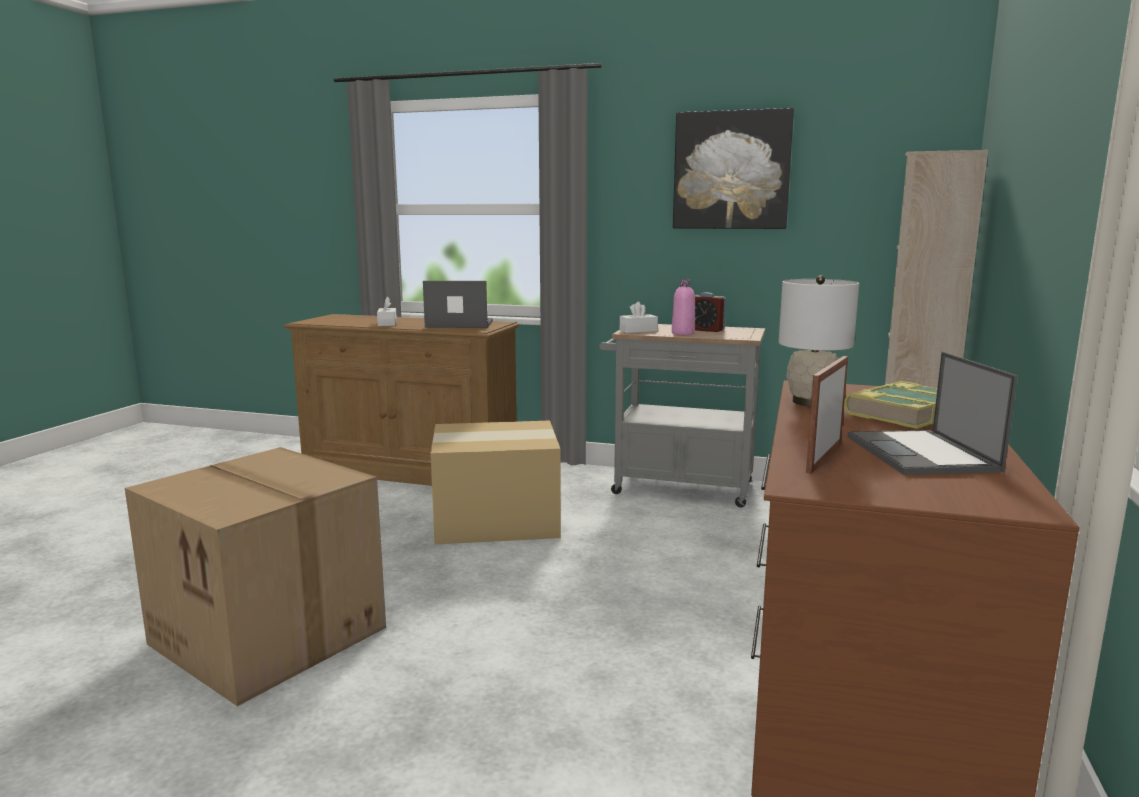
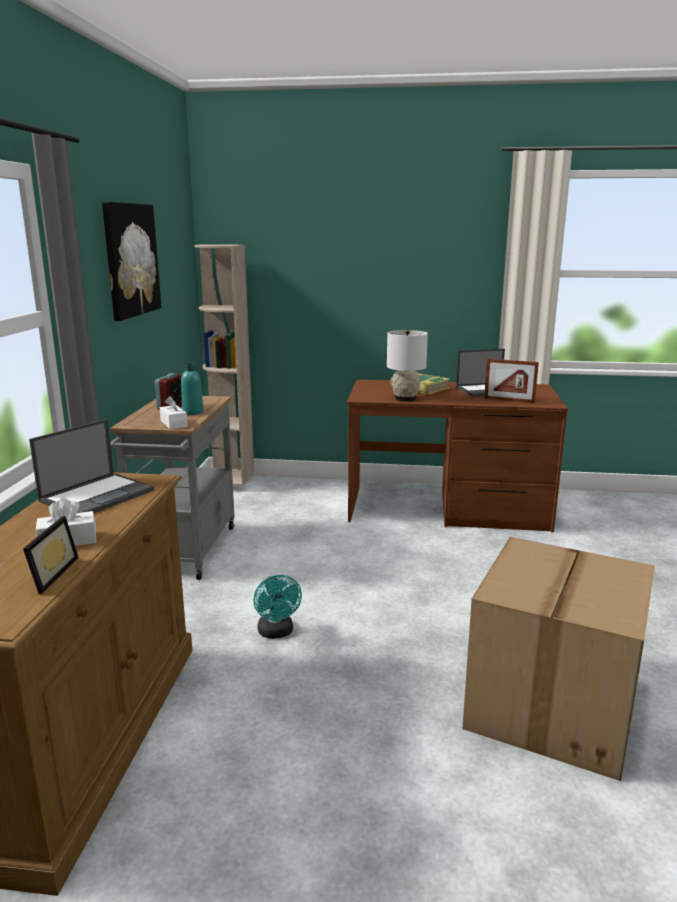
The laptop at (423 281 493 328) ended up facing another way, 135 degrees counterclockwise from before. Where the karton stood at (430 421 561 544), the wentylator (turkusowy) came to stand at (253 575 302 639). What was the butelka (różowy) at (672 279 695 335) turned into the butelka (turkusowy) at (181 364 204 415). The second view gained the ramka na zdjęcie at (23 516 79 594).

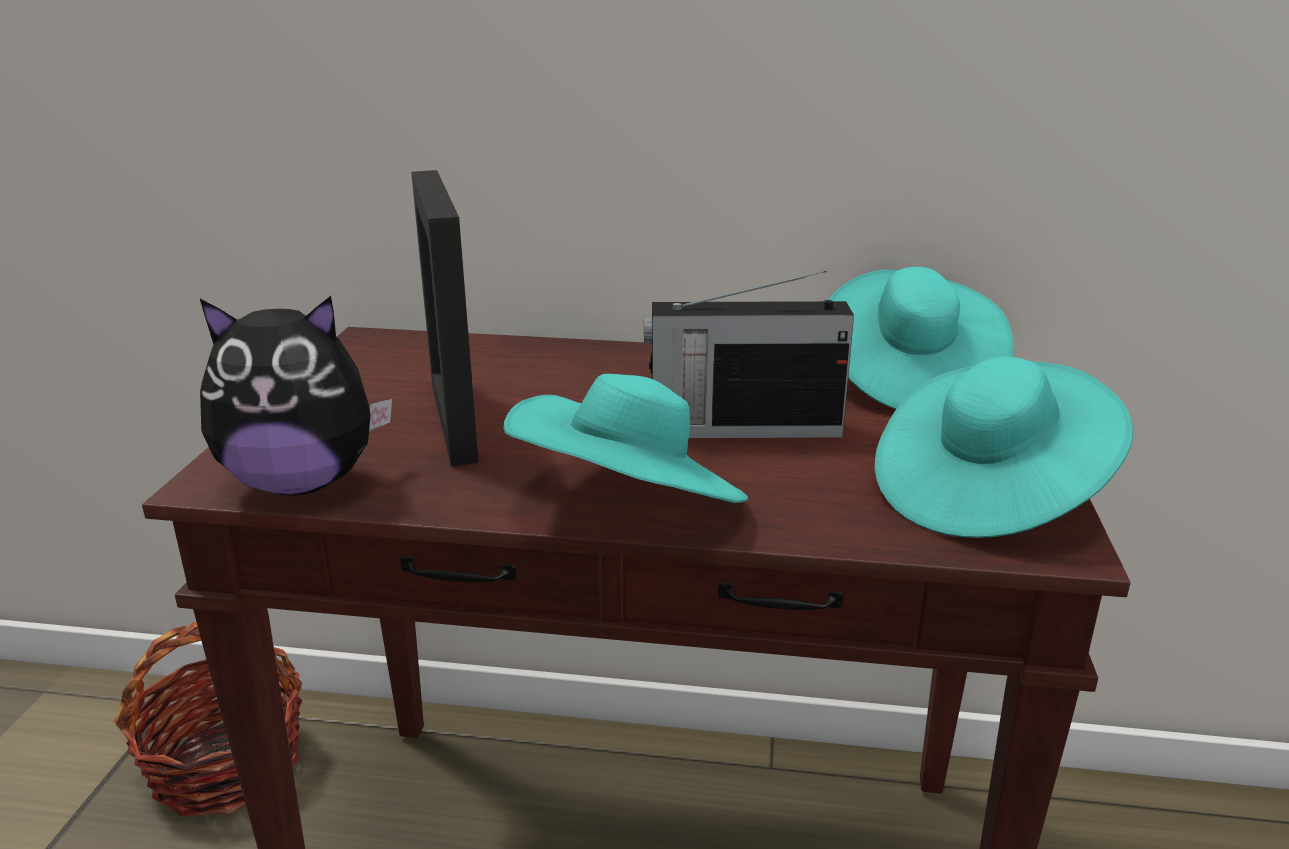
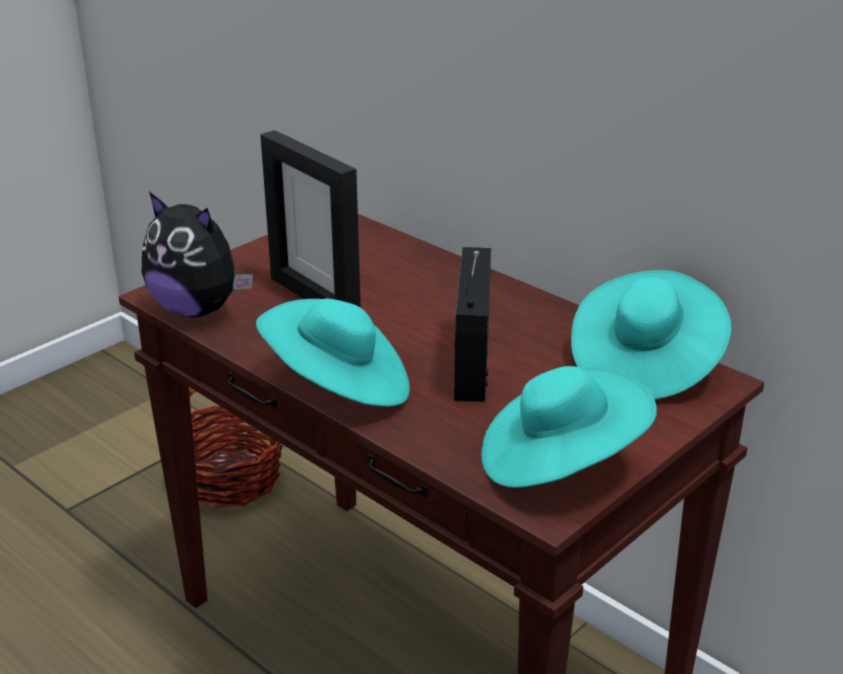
The ramka na zdjęcie at (411 170 479 466) ended up facing another way, 60 degrees counterclockwise from before. The radio at (644 271 854 438) ended up facing another way, 60 degrees clockwise from before.

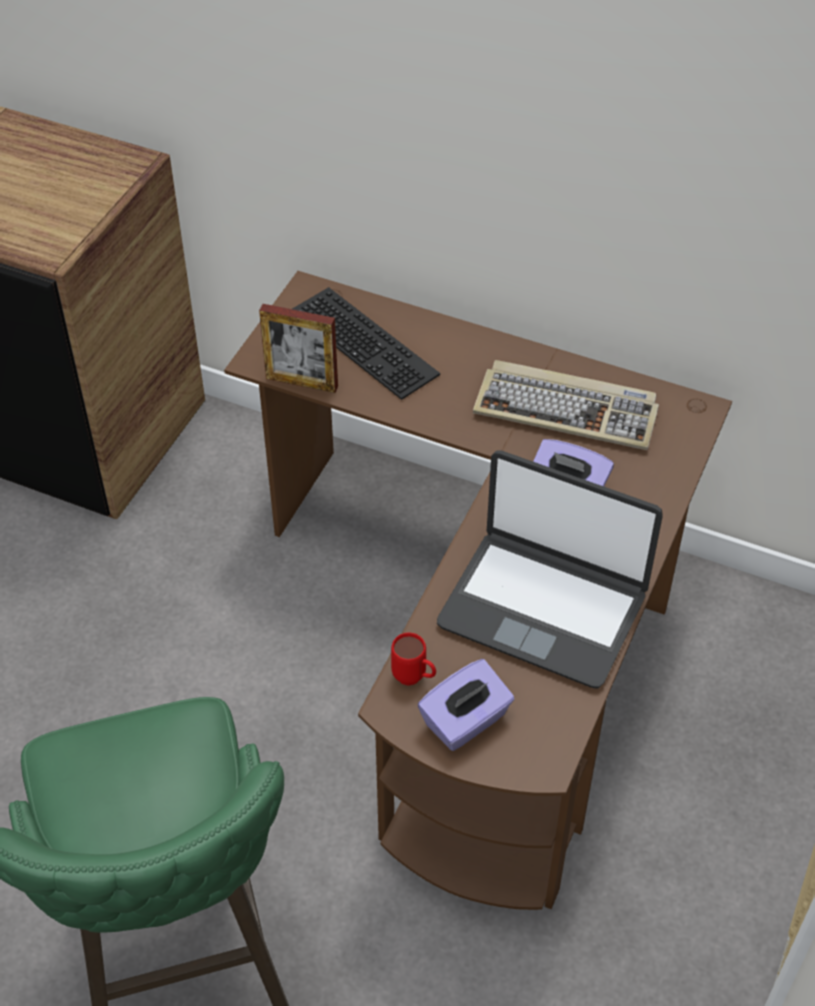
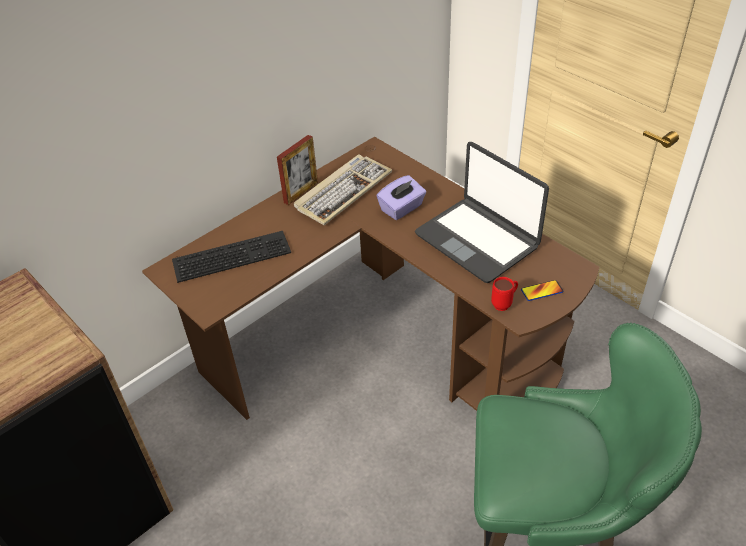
The ramka na zdjęcie ended up elsewhere, having gone from (259 304 338 393) to (277 135 318 205). Where the pudełko chusteczek (fioletowy) stood at (418 659 515 751), the telefon came to stand at (521 280 564 301). The laptop at (437 451 663 689) ended up facing another way, 90 degrees clockwise from before.

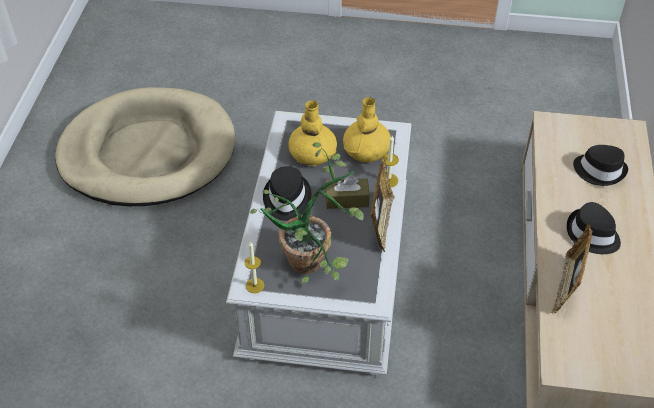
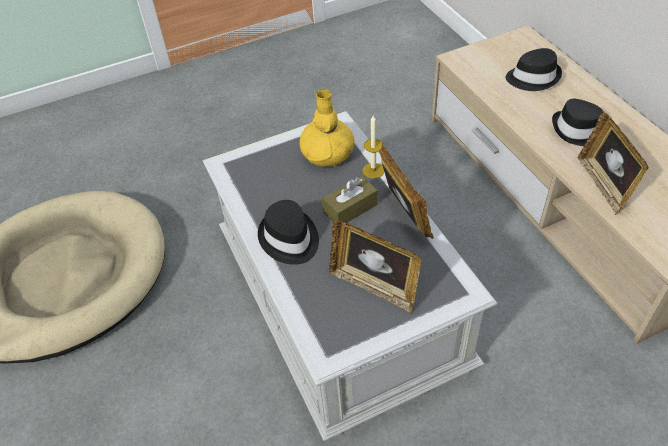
The second view lost the świeca at (244 241 265 293). Where the roślina doniczkowa stood at (250 142 364 284), the ramka na zdjęcie came to stand at (329 220 421 313). The second view lost the wazon (żółty) at (288 100 337 166).

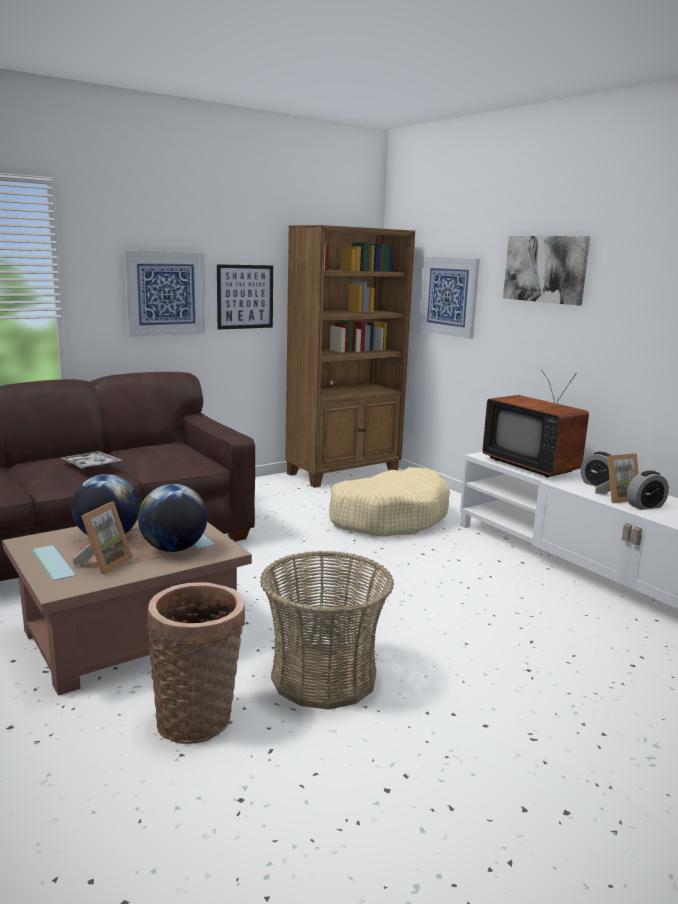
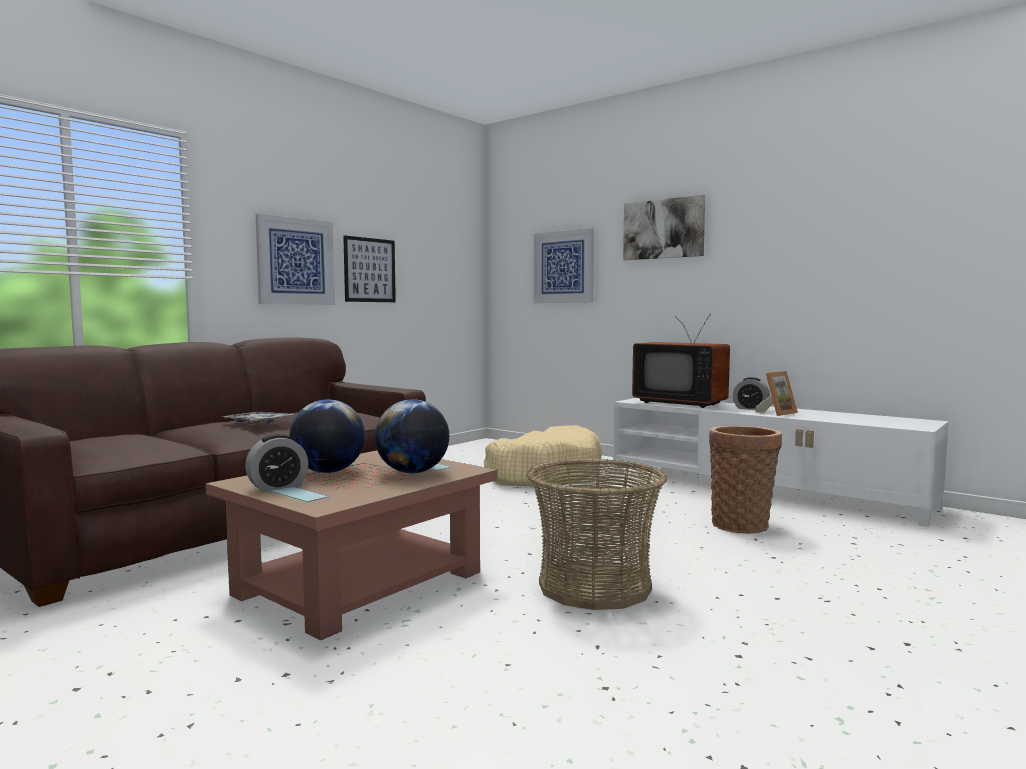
The second view lost the ramka na zdjęcie at (73 501 133 575). The koszyk ended up elsewhere, having gone from (147 582 245 744) to (709 426 782 534). The second view lost the regał (brązowy) at (285 225 415 488). The budzik ended up elsewhere, having gone from (627 470 669 510) to (245 434 309 491).

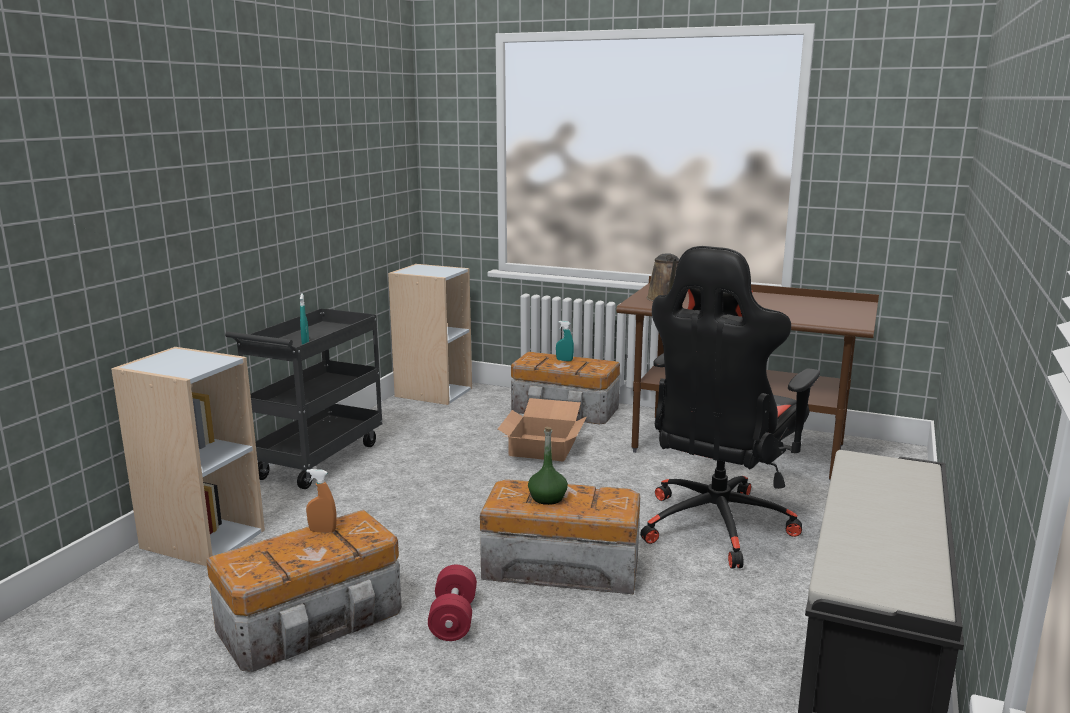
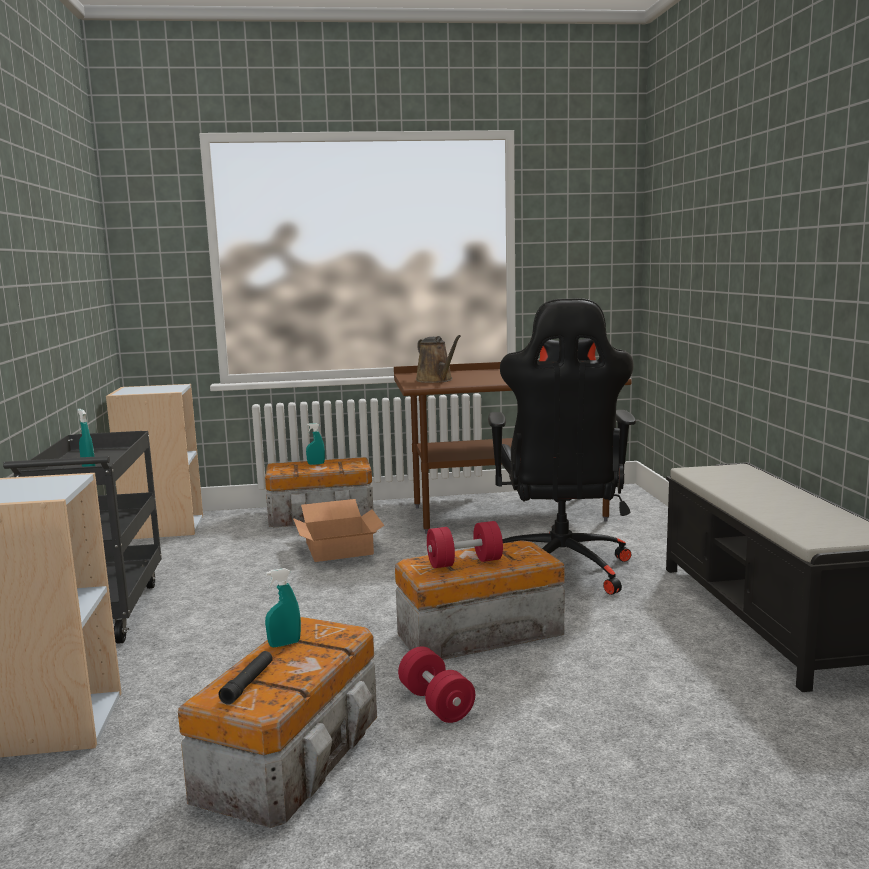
What was the spryskiwacz (pomarańczowy) at (306 469 337 532) turned into the spryskiwacz (turkusowy) at (265 568 301 647). Where the butelka (zielony) stood at (528 427 568 505), the hantel (czerwony) came to stand at (427 521 503 568). The second view gained the latarka (czarny) at (218 651 273 705).

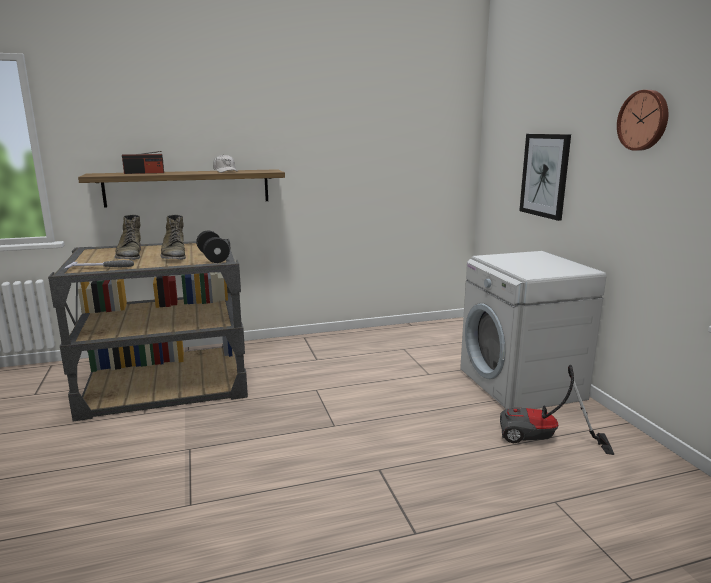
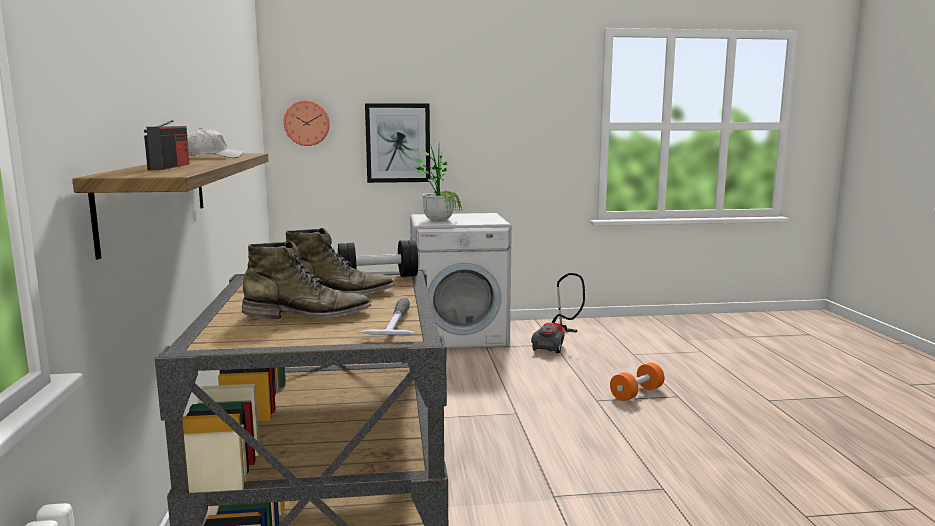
The zegar ścienny ended up elsewhere, having gone from (617 90 668 151) to (284 101 330 146). The second view gained the roślina doniczkowa at (411 138 463 221). The second view gained the hantel (pomarańczowy) at (610 362 664 401).

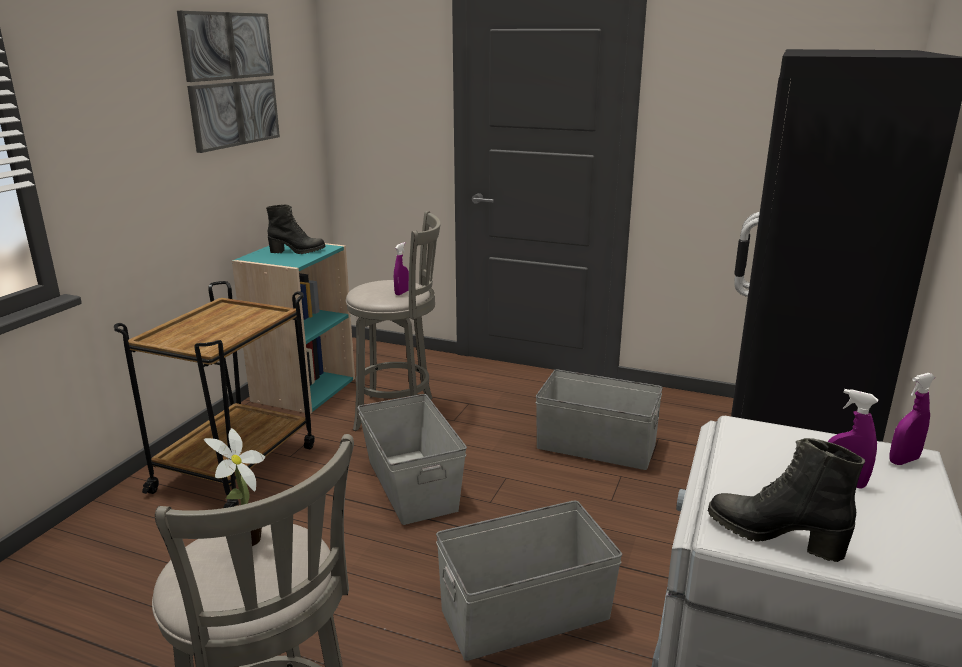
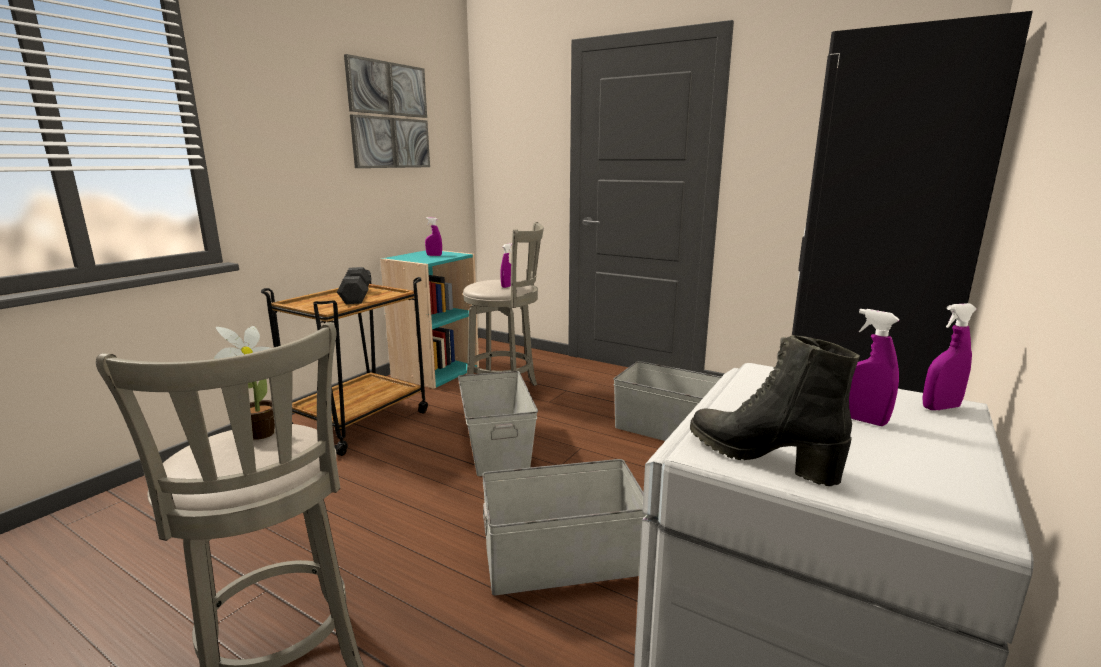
Where the but z cholewką (czarny) stood at (266 204 325 254), the spryskiwacz (fioletowy) came to stand at (425 217 442 256). The second view gained the hantel (szary) at (337 267 372 304).

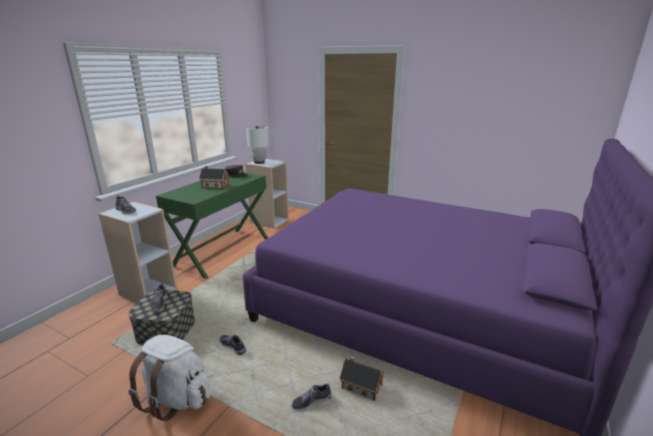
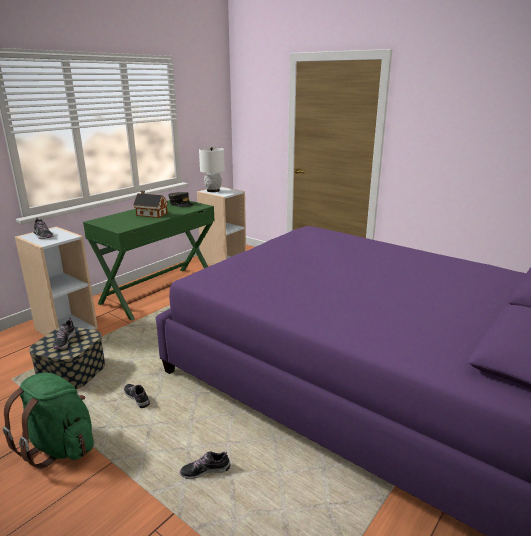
What was the plecak (biały) at (128 335 211 421) turned into the plecak (zielony) at (3 372 94 469). The second view lost the domek at (340 355 384 401).

